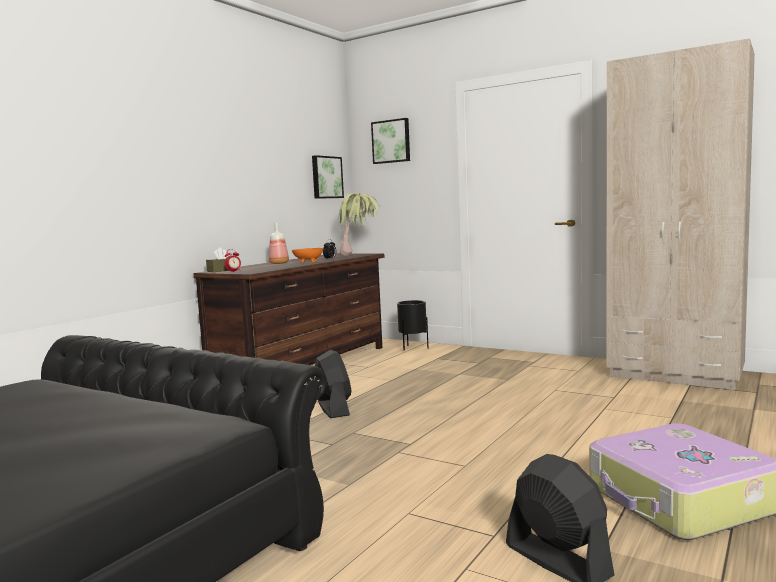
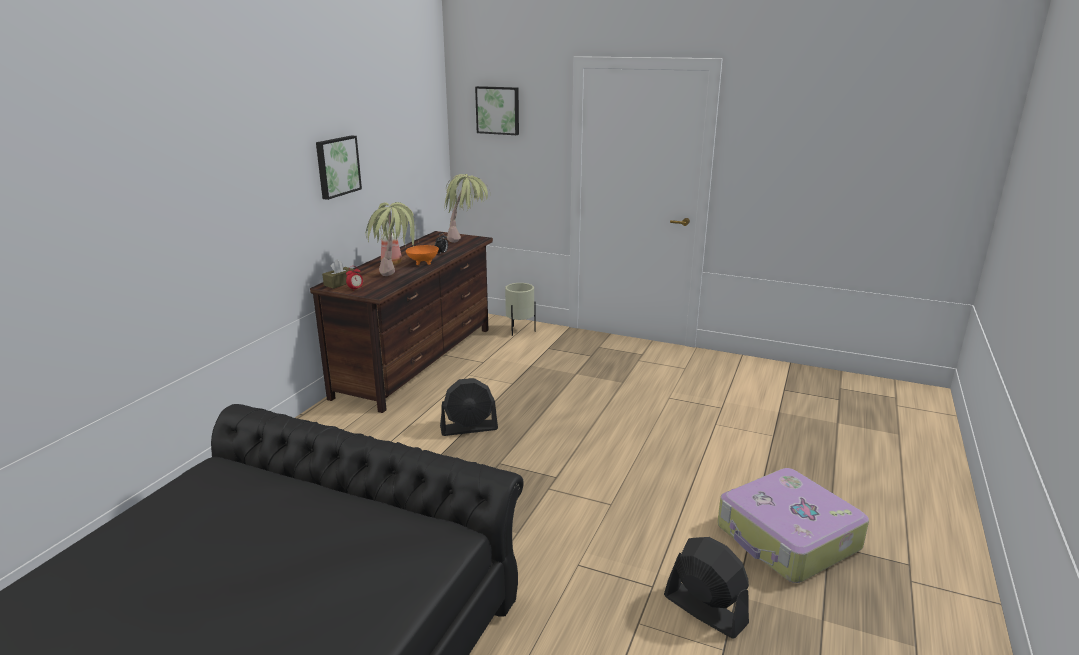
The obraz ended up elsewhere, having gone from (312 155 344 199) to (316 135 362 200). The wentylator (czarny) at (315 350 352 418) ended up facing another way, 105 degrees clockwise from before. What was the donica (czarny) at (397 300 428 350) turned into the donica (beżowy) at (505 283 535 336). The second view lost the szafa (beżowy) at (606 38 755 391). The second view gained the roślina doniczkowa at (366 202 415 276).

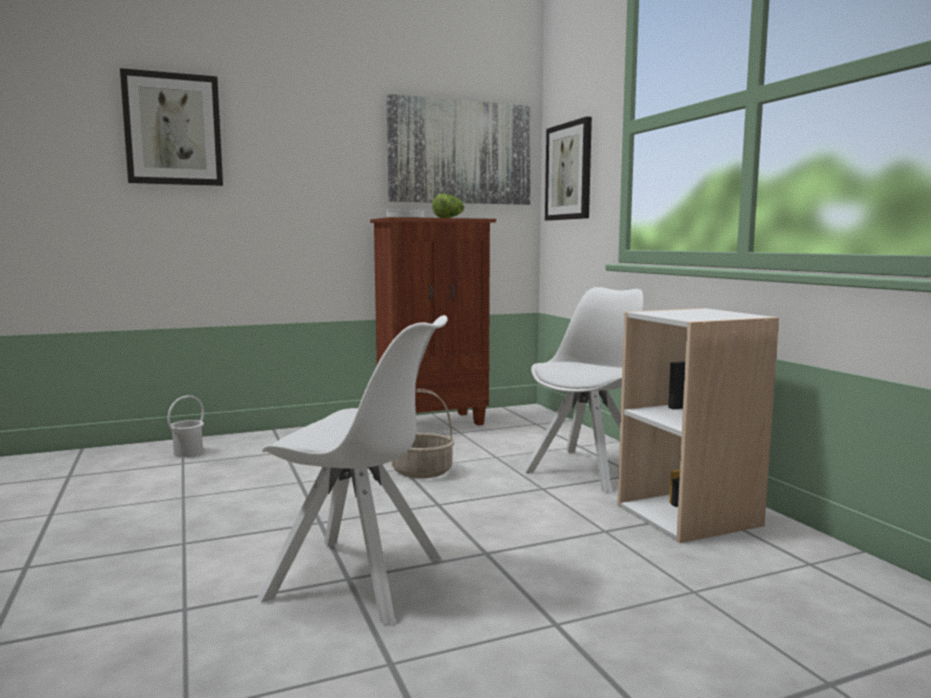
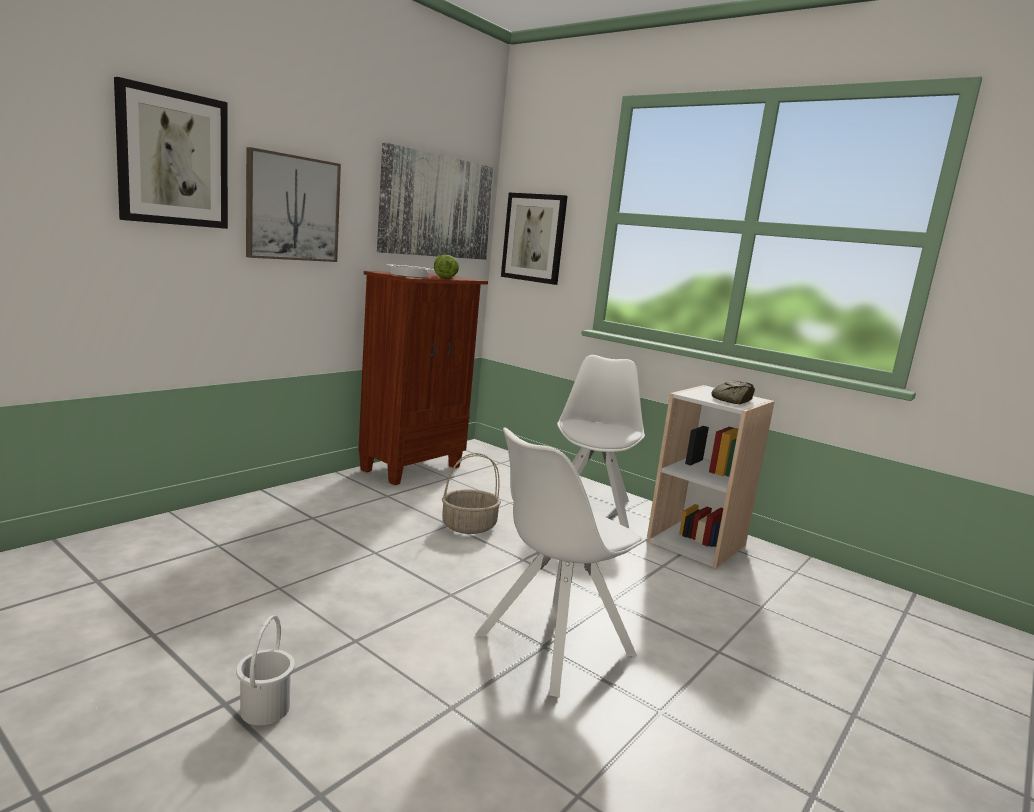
The wiadro (biały) ended up elsewhere, having gone from (167 395 204 457) to (236 615 295 725). The krzesło (biały) at (257 315 448 625) ended up facing another way, 150 degrees clockwise from before. The second view gained the obraz at (246 147 341 262). The second view gained the chleb at (712 380 755 405).

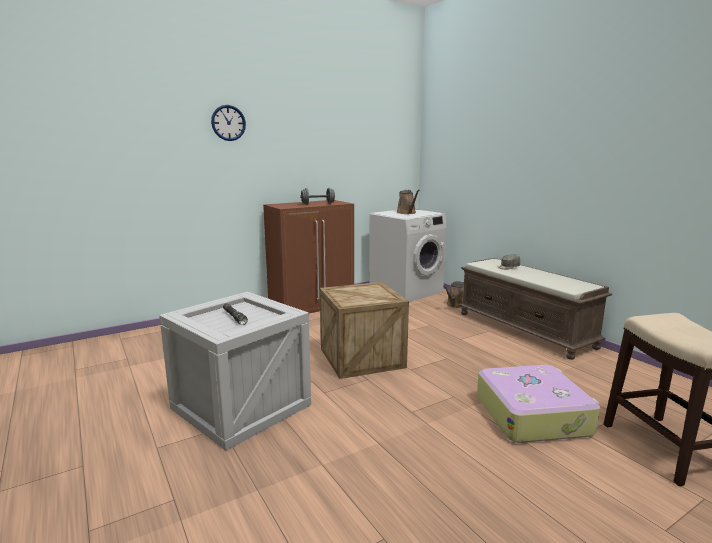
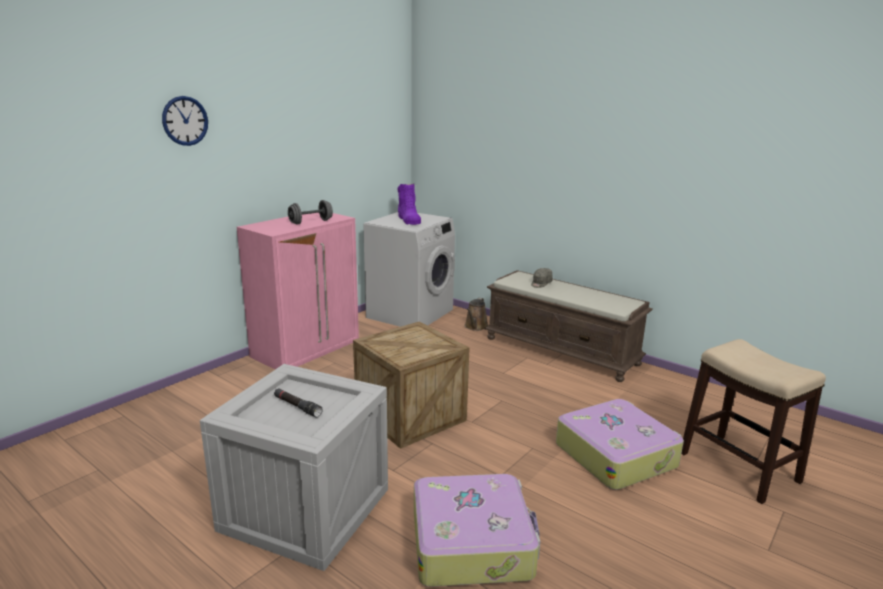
What was the szafka (brązowy) at (263 200 354 313) turned into the szafka (różowy) at (237 213 359 369). Where the konewka (brązowy) stood at (397 190 419 214), the but z cholewką (fioletowy) came to stand at (398 184 421 225). The second view gained the walizka at (414 474 541 587).

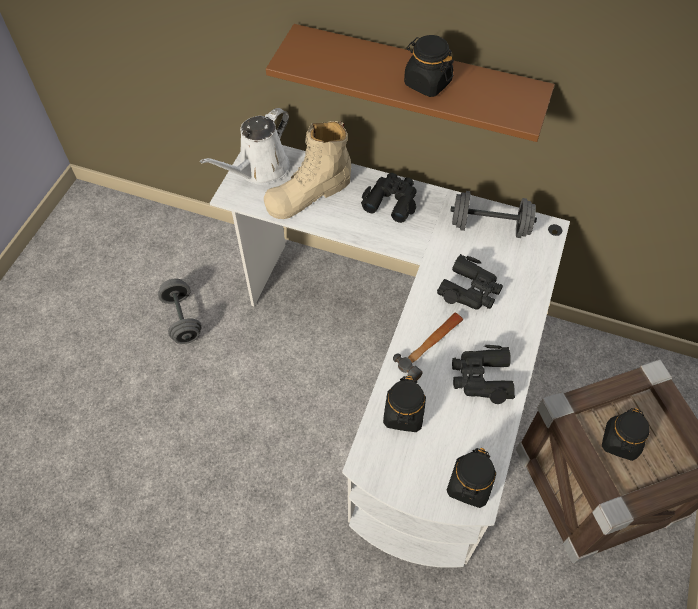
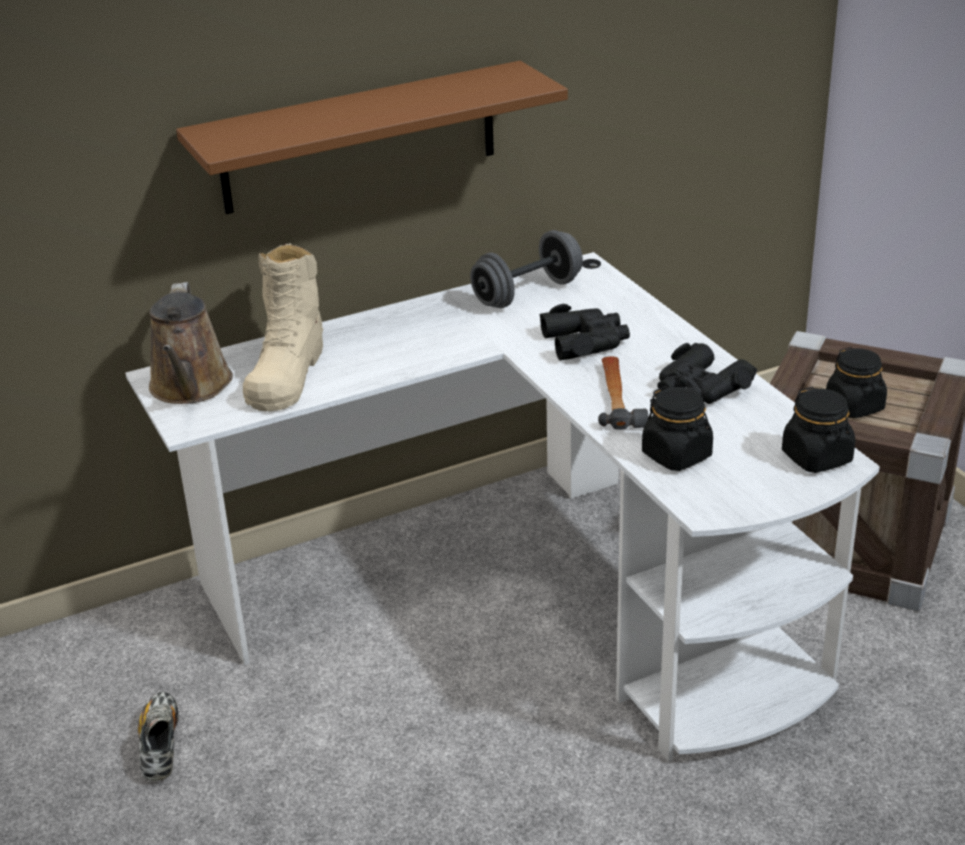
Where the hantel (szary) stood at (158 278 202 344), the but came to stand at (138 692 178 781). What was the konewka (biały) at (200 108 290 185) turned into the konewka (brązowy) at (149 282 233 404). The second view lost the lornetka (czarny) at (361 173 417 223). The second view lost the słoik (czarny) at (404 35 454 97).

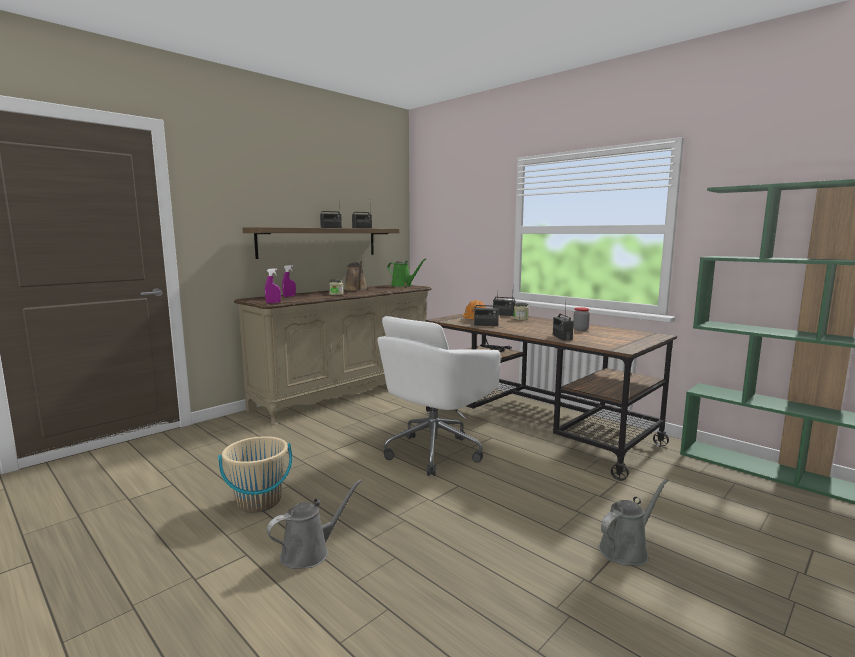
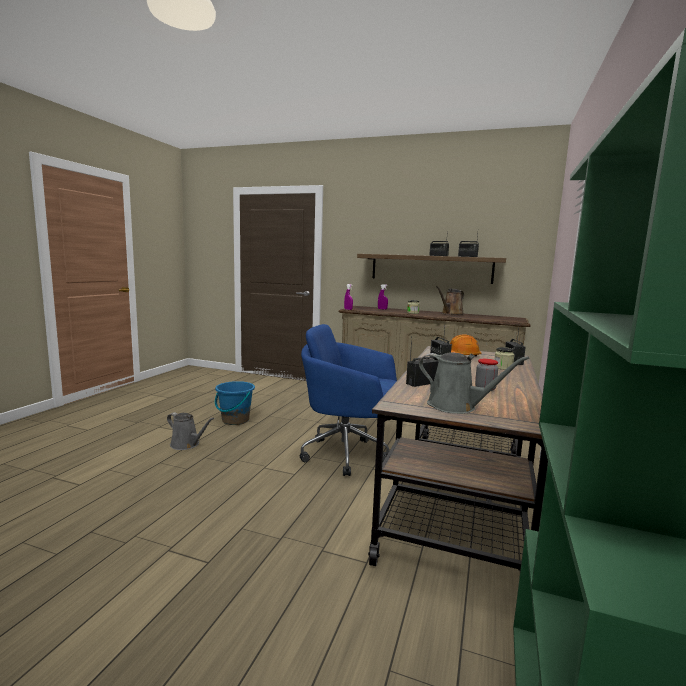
What was the wiadro (beżowy) at (218 436 292 513) turned into the wiadro (niebieski) at (215 381 255 425). What was the krzesło biurowe (biały) at (377 316 501 476) turned into the krzesło biurowe (niebieski) at (300 324 397 476). The second view lost the konewka (zielony) at (387 258 426 287). The konewka (szary) ended up elsewhere, having gone from (599 479 668 566) to (419 352 529 414).

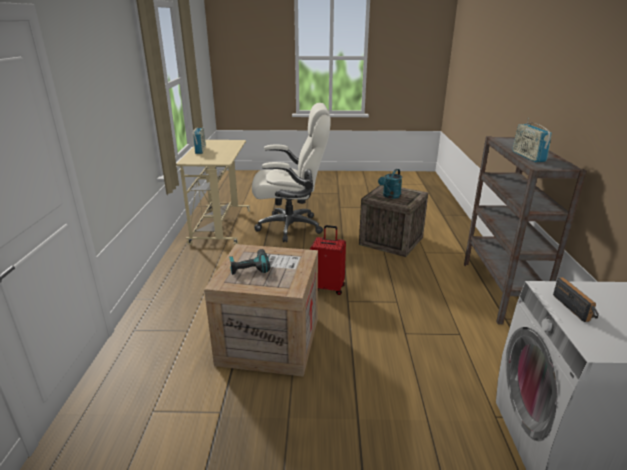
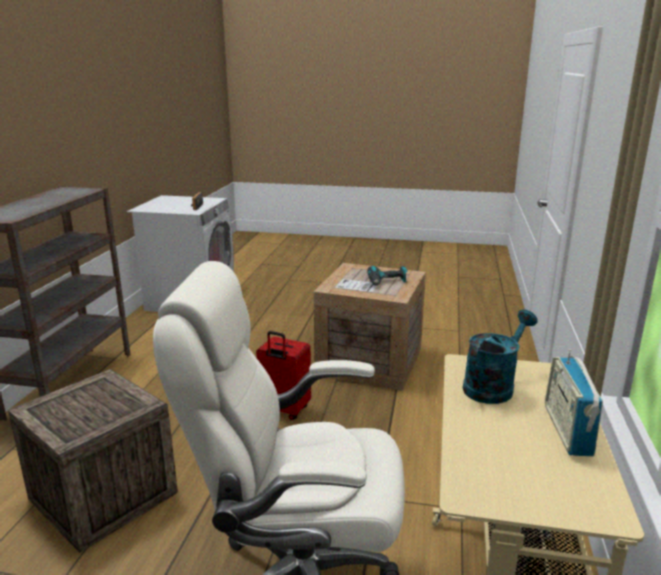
The konewka (turkusowy) ended up elsewhere, having gone from (378 169 402 199) to (463 309 538 404). The second view lost the radio at (512 118 552 163).

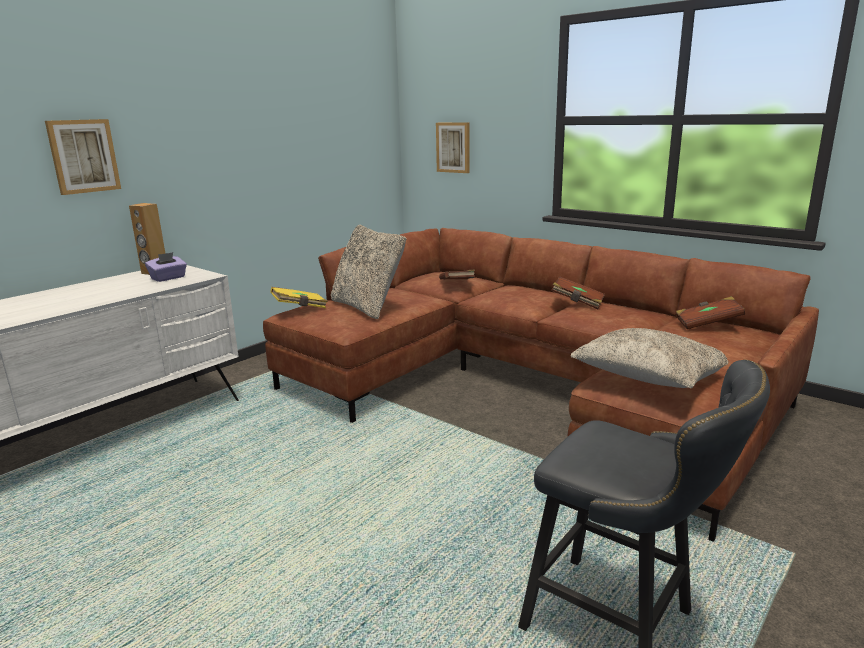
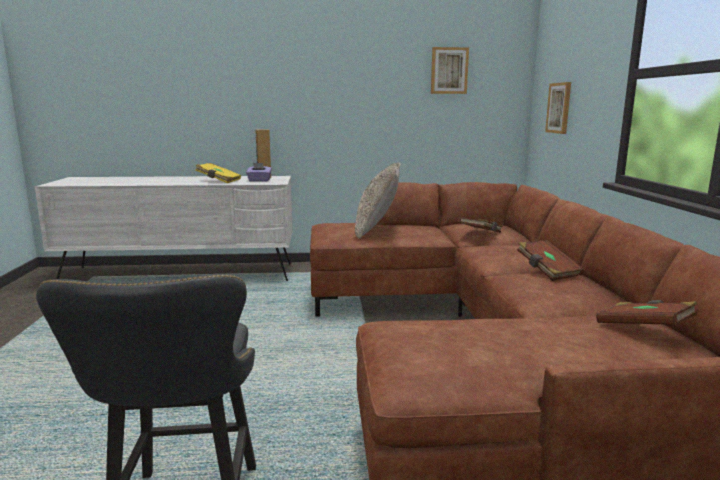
The obraz ended up elsewhere, having gone from (45 119 121 195) to (431 47 469 94). The książka (żółty) ended up elsewhere, having gone from (270 287 328 308) to (195 163 241 183). The second view lost the poduszka (beżowy) at (571 328 729 389).

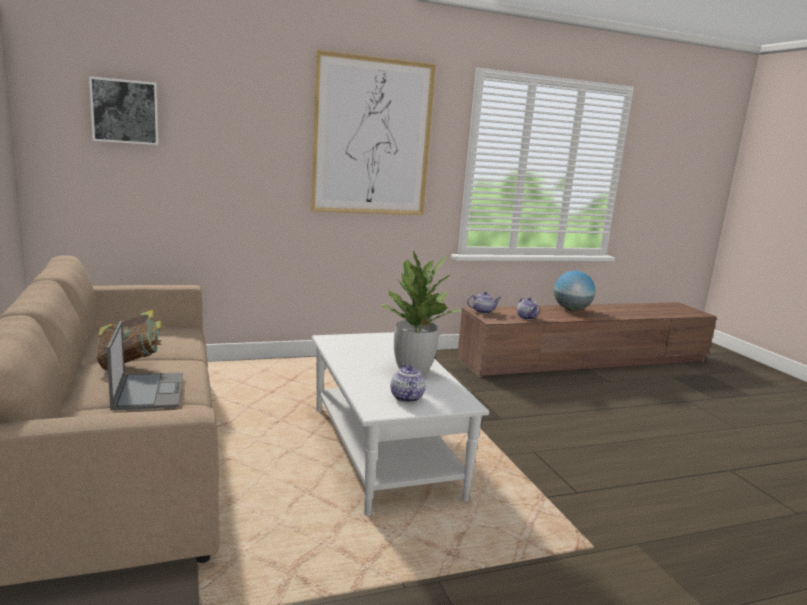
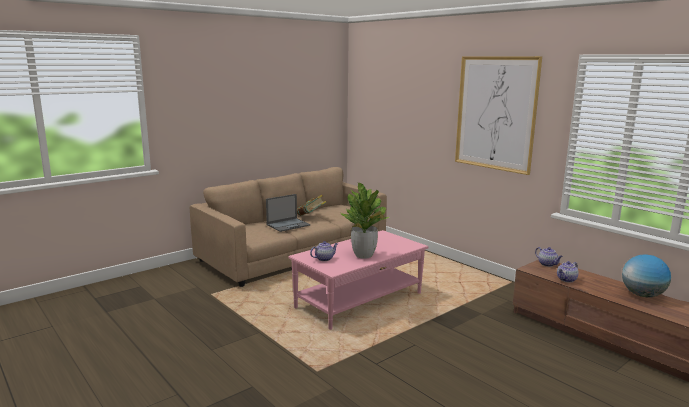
The second view lost the obraz at (89 76 159 145). What was the ława (biały) at (312 332 489 516) turned into the ława (różowy) at (288 230 428 330).

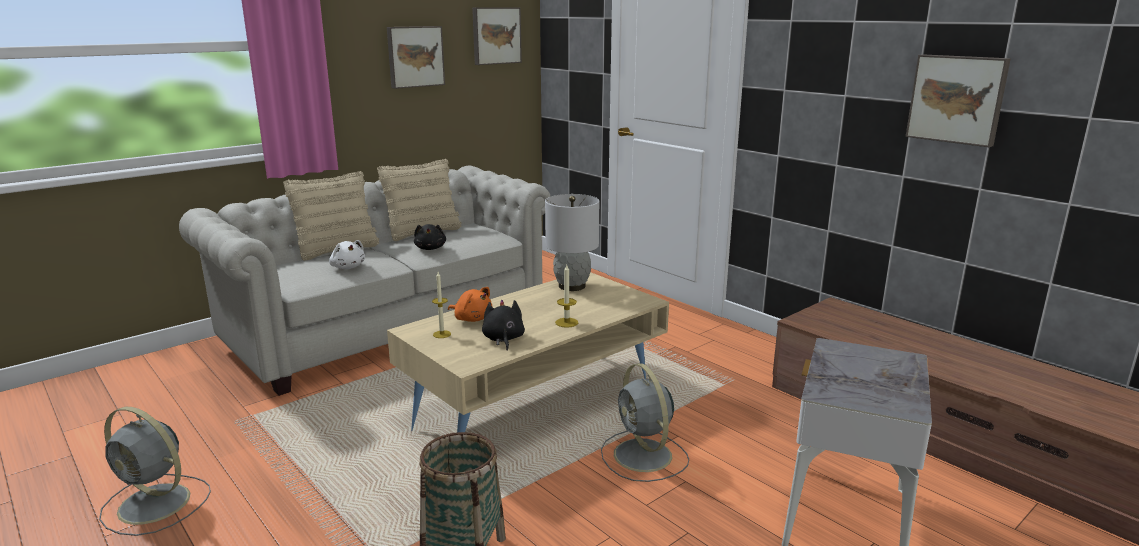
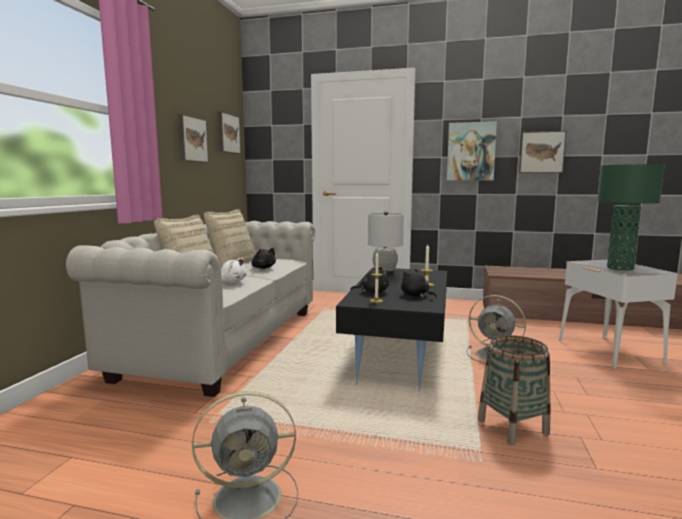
What was the ława (beżowy) at (387 272 669 432) turned into the ława (czarny) at (336 267 447 391). What was the pluszak (pomarańczowy) at (448 287 493 322) turned into the pluszak (czarny) at (350 267 389 293). The second view gained the obraz at (447 121 497 180). The second view gained the lampa stołowa (zielony) at (597 164 665 270).

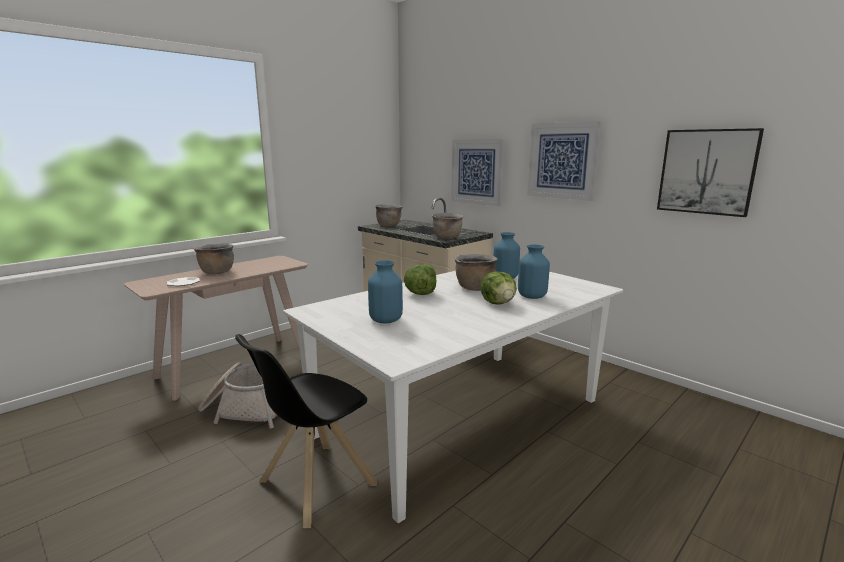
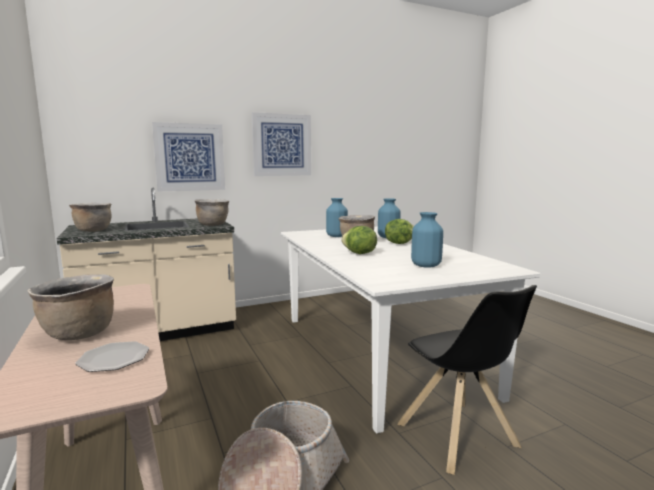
The second view lost the obraz at (657 128 764 217).

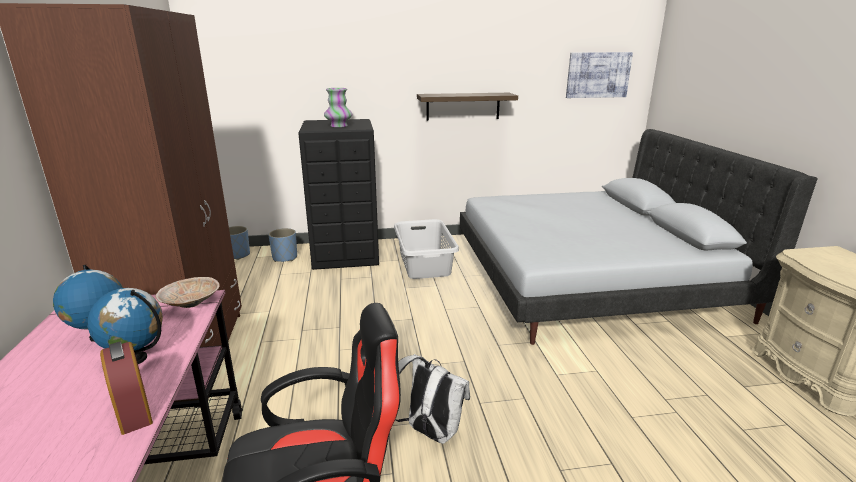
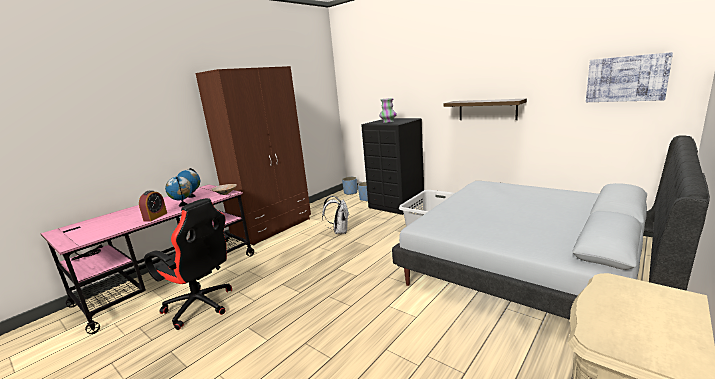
The plecak (biały) ended up elsewhere, having gone from (395 354 470 444) to (322 196 349 234).

